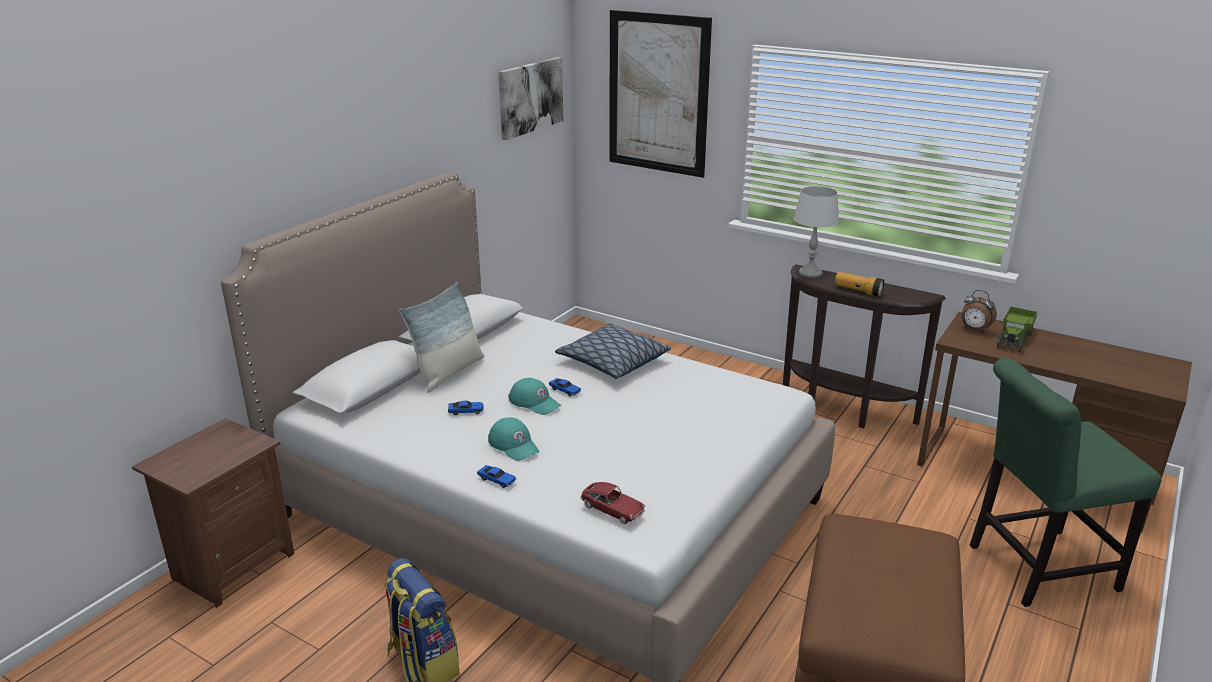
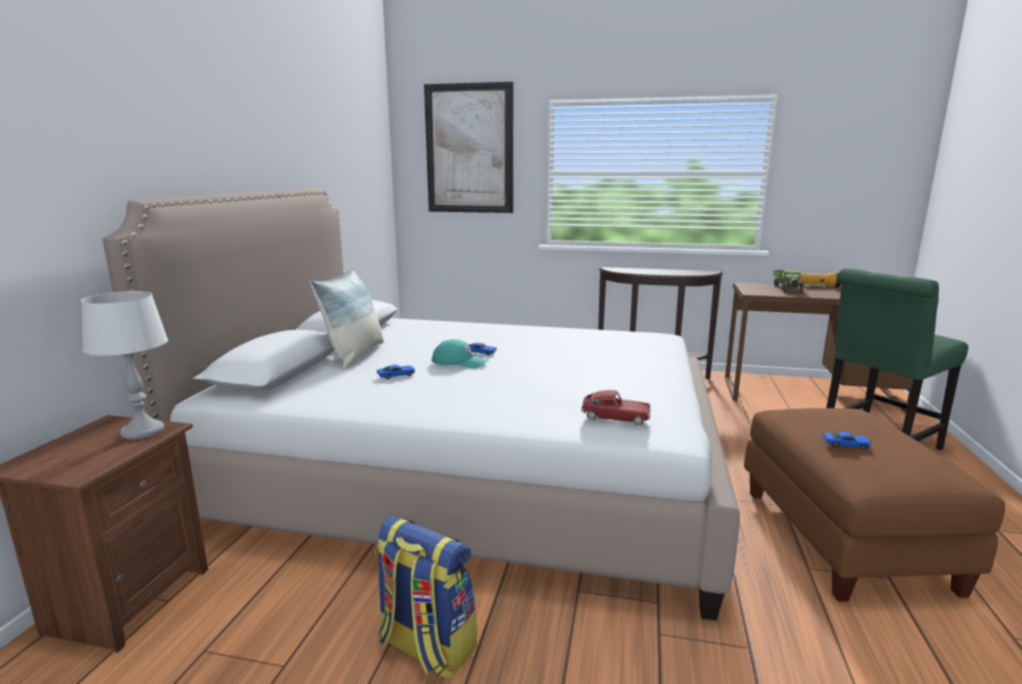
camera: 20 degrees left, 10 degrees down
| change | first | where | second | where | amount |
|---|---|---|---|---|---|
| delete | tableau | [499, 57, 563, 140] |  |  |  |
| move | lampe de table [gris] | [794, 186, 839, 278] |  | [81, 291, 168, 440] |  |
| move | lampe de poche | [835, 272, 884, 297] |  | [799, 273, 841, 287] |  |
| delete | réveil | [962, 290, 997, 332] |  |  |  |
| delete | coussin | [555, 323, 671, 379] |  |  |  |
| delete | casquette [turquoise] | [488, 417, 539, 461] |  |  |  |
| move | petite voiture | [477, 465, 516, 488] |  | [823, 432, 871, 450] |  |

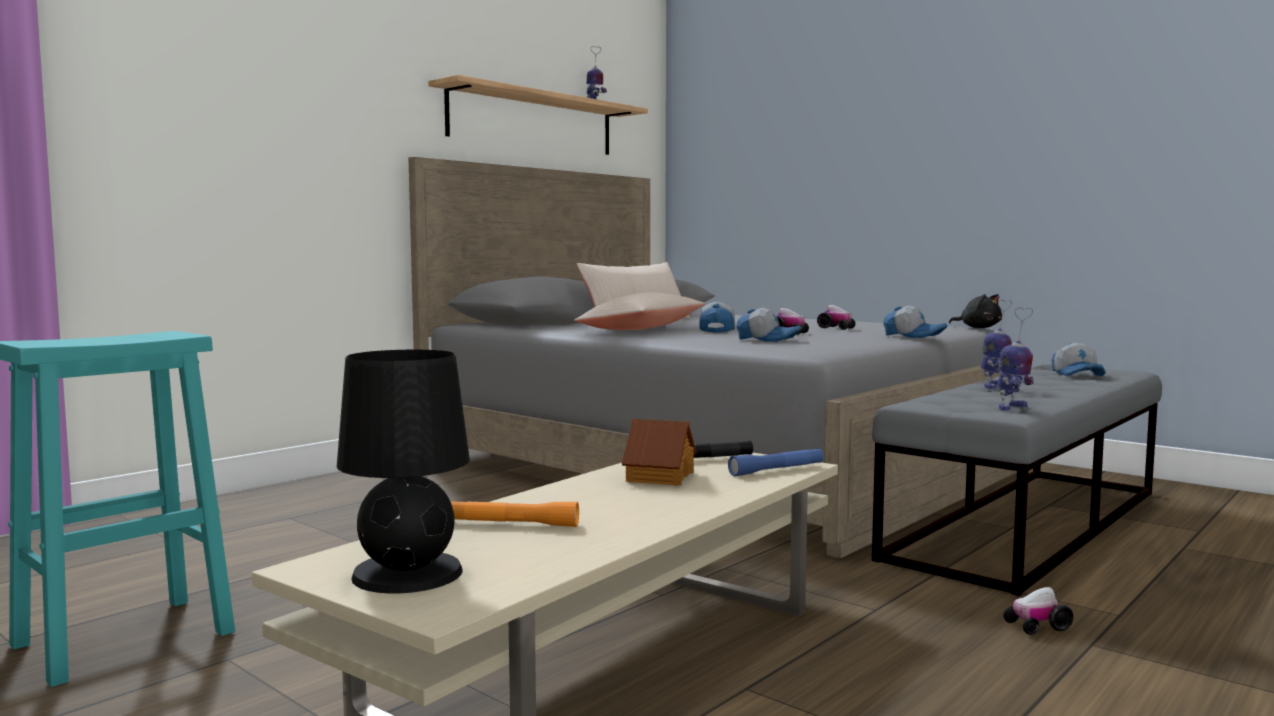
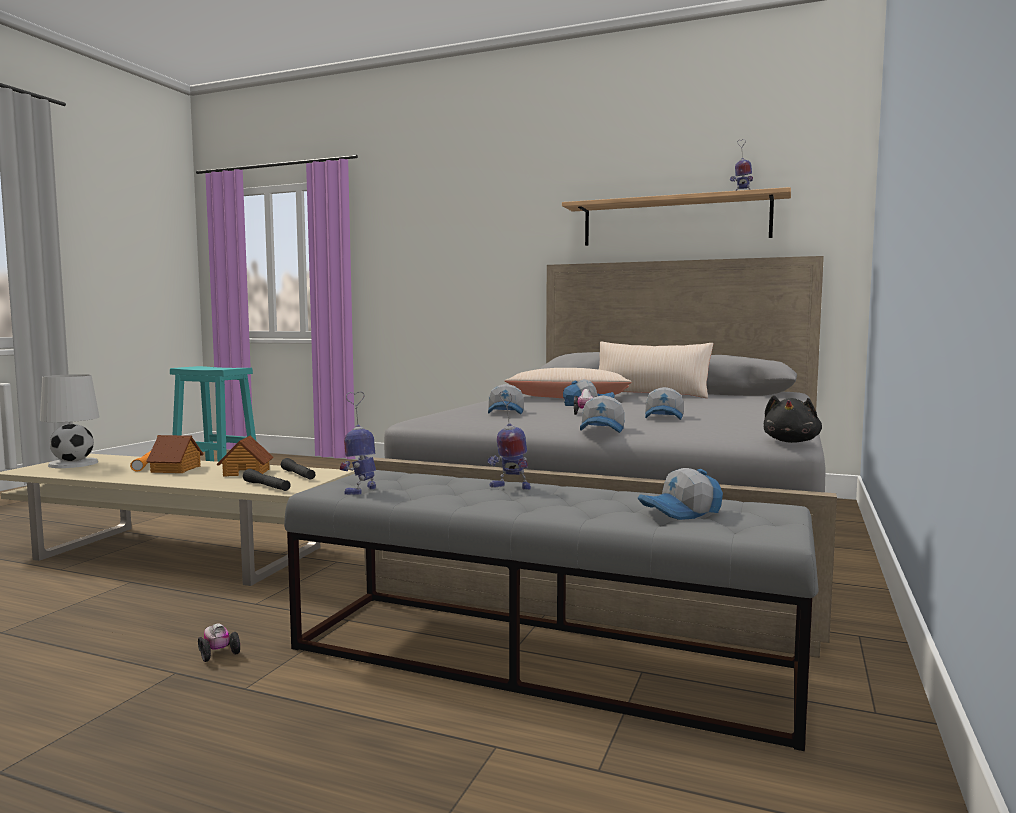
camera: 70 degrees right, 0 degrees up
| change | first | where | second | where | amount |
|---|---|---|---|---|---|
| replace | petite voiture | [817, 305, 855, 330] | casquette | [645, 387, 683, 420] |  |
| rotate | robot jouet | [997, 307, 1034, 411] |  | [340, 391, 376, 495] | 90 degrees clockwise |
| recolor | lampe de table [noir] | [337, 350, 470, 593] | lampe de table [blanc] | [40, 374, 99, 468] |  |
| recolor | lampe de poche [bleu] | [728, 448, 824, 476] | lampe de poche [noir] | [243, 469, 291, 491] |  |
| insert |  |  | maison miniature | [146, 435, 203, 473] |  |

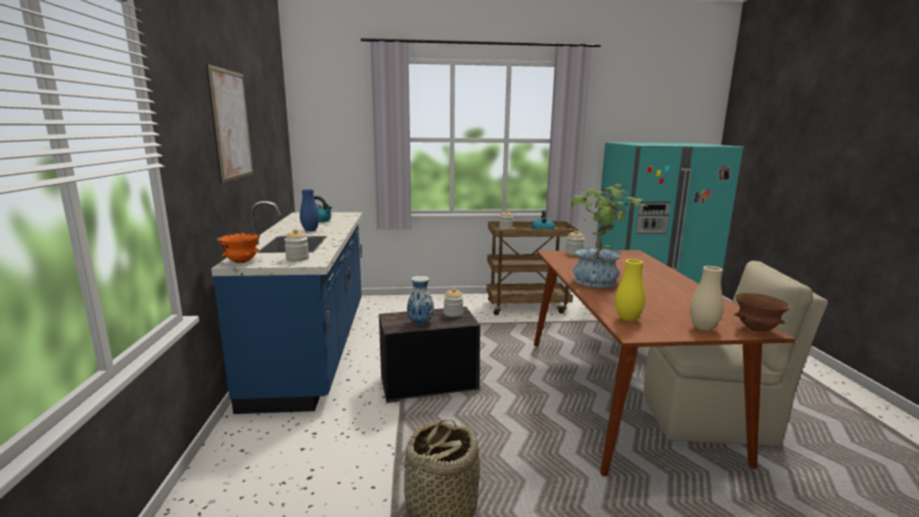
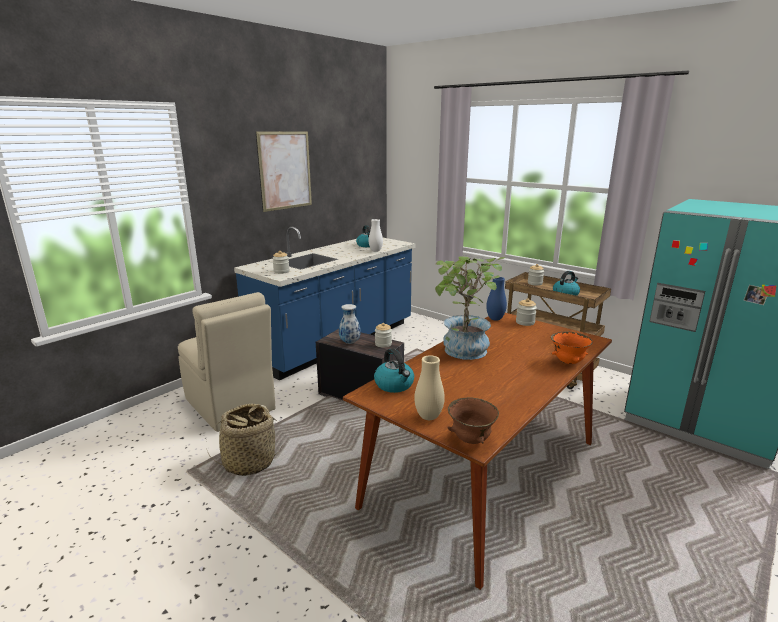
camera: 45 degrees right, 5 degrees up
| change | first | where | second | where | amount |
|---|---|---|---|---|---|
| move | vase [bleu] | [300, 189, 319, 231] |  | [486, 277, 507, 321] |  |
| move | bol [orange] | [216, 233, 260, 263] |  | [551, 331, 592, 364] |  |
| replace | vase [jaune] | [615, 259, 645, 321] | bouilloire | [374, 348, 414, 393] |  |
| move | chaise [beige] | [644, 261, 828, 446] |  | [178, 292, 275, 432] |  |
| insert |  |  | vase [blanc] | [368, 219, 383, 252] |  |

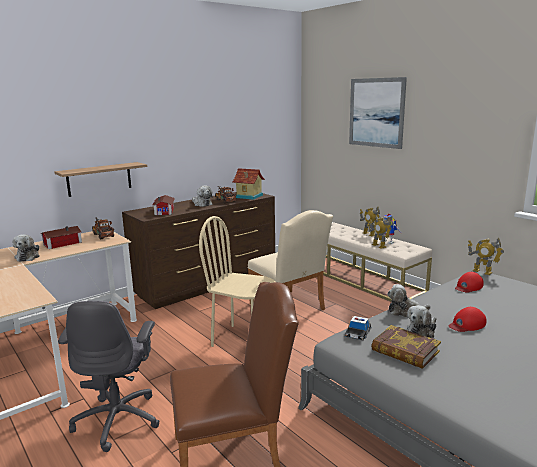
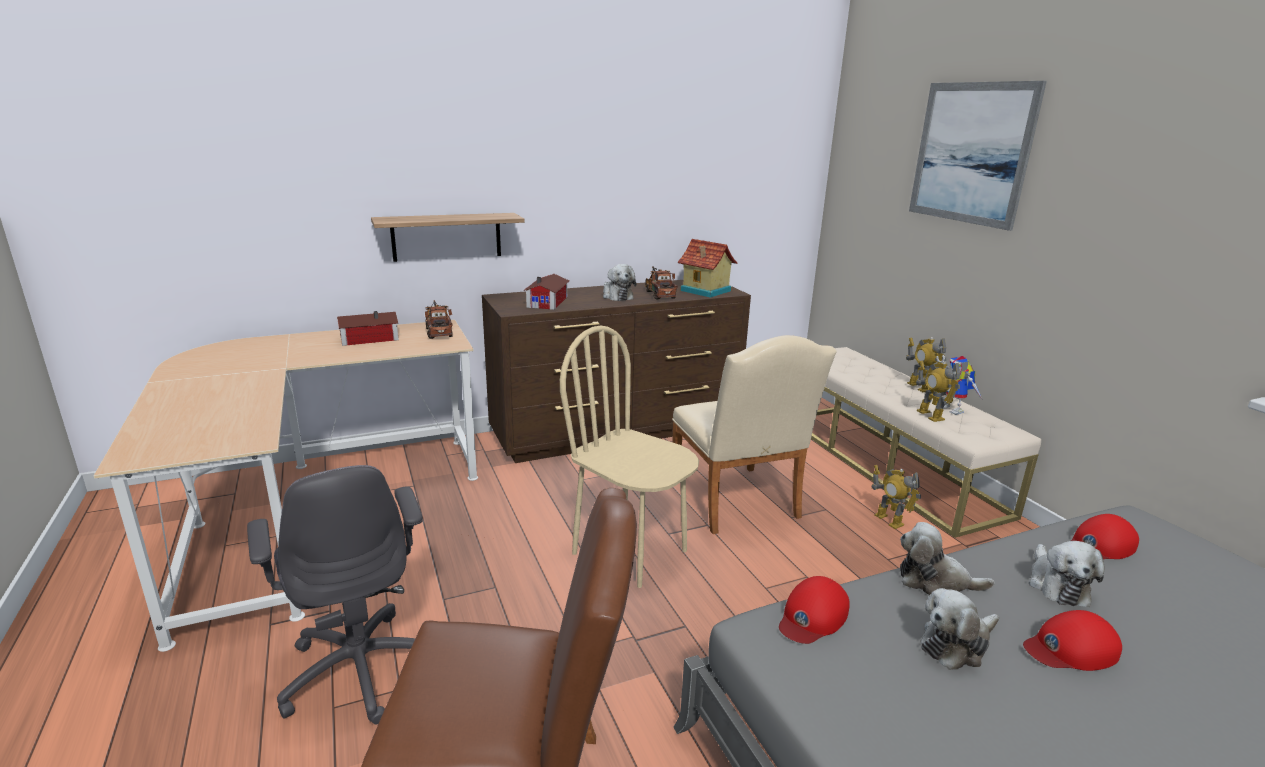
camera: 15 degrees right, 5 degrees up
| change | first | where | second | where | amount |
|---|---|---|---|---|---|
| move | peluche | [12, 234, 40, 262] |  | [1029, 541, 1104, 607] |  |
| move | robot jouet | [468, 238, 504, 275] |  | [872, 465, 921, 529] |  |
| rotate | chaise de bureau [gris] | [58, 301, 160, 452] |  | [247, 465, 423, 724] | 45 degrees counterclockwise |
| replace | petite voiture | [344, 316, 372, 341] | casquette [rouge] | [779, 576, 850, 644] |  |
| delete | livre | [371, 325, 441, 369] |  |  |  |

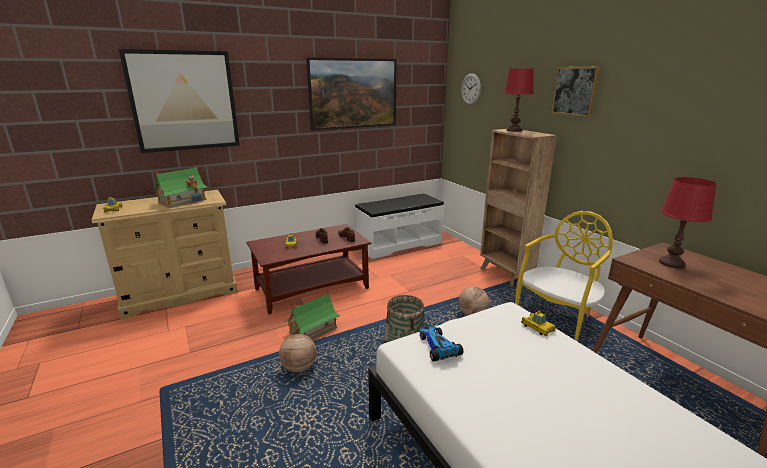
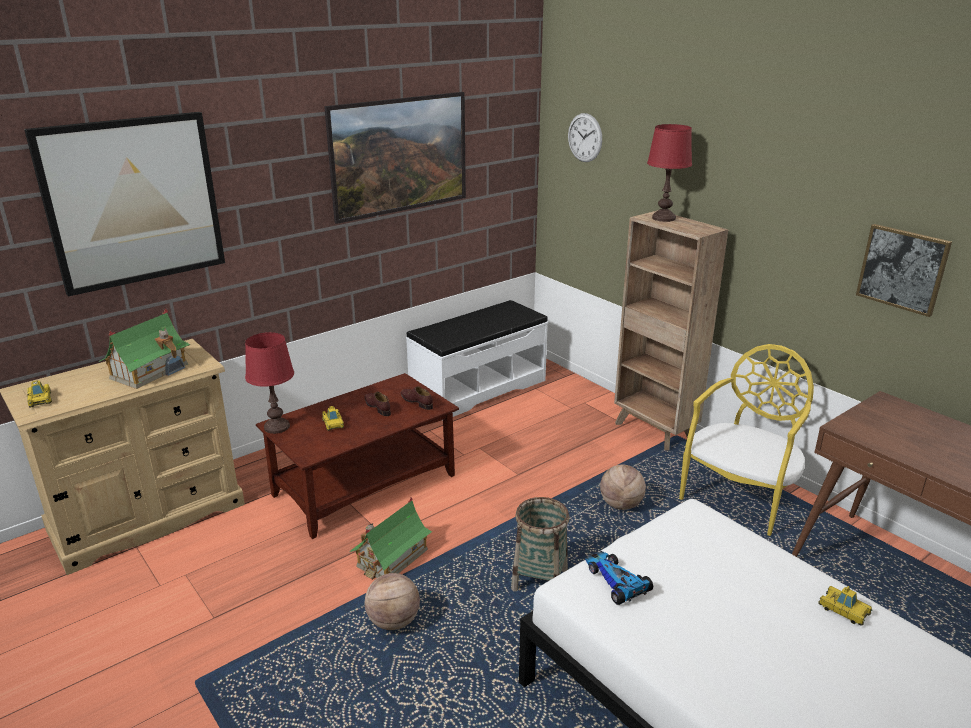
camera: 10 degrees left, 5 degrees up
| change | first | where | second | where | amount |
|---|---|---|---|---|---|
| move | tableau | [551, 67, 600, 117] |  | [856, 224, 952, 317] |  |
| move | lampe de table [rouge] | [659, 177, 717, 268] |  | [245, 332, 294, 434] |  |
| move | petite voiture | [521, 311, 556, 336] |  | [818, 586, 873, 625] |  |

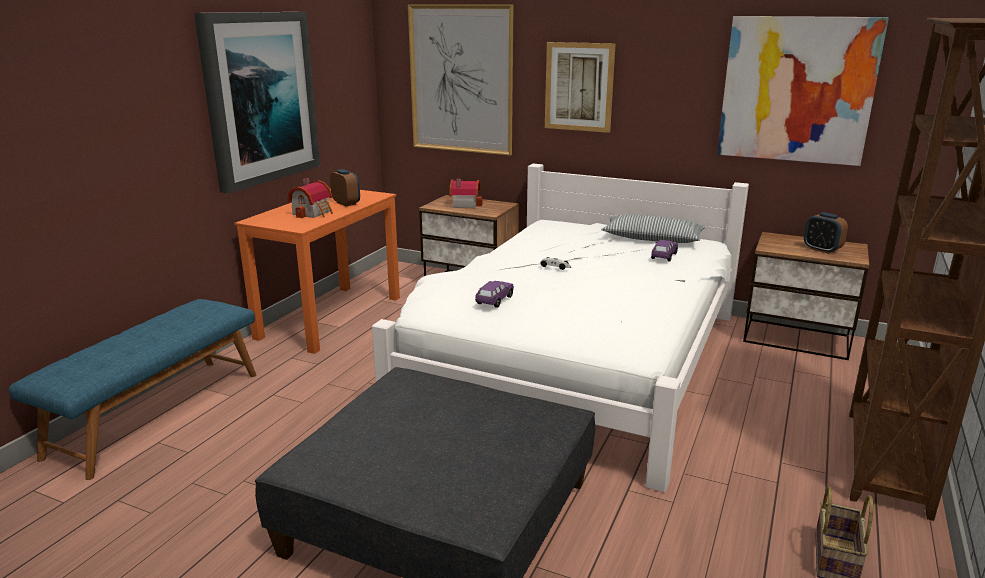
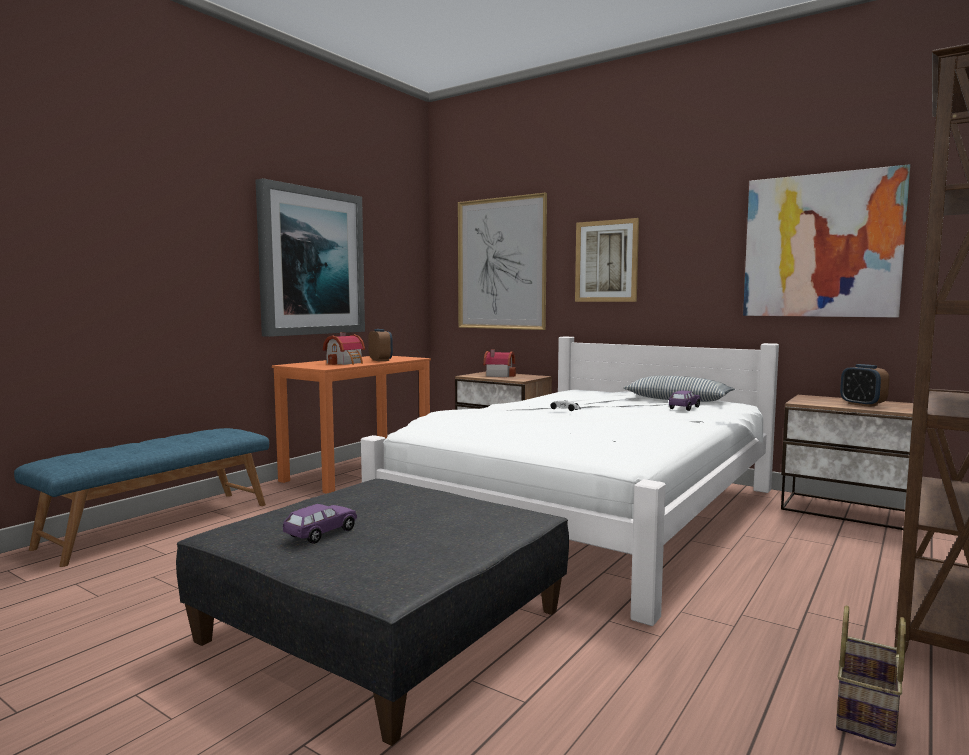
camera: 10 degrees right, 15 degrees down
| change | first | where | second | where | amount |
|---|---|---|---|---|---|
| move | petite voiture [violet] | [475, 281, 514, 308] |  | [283, 504, 357, 544] |  |

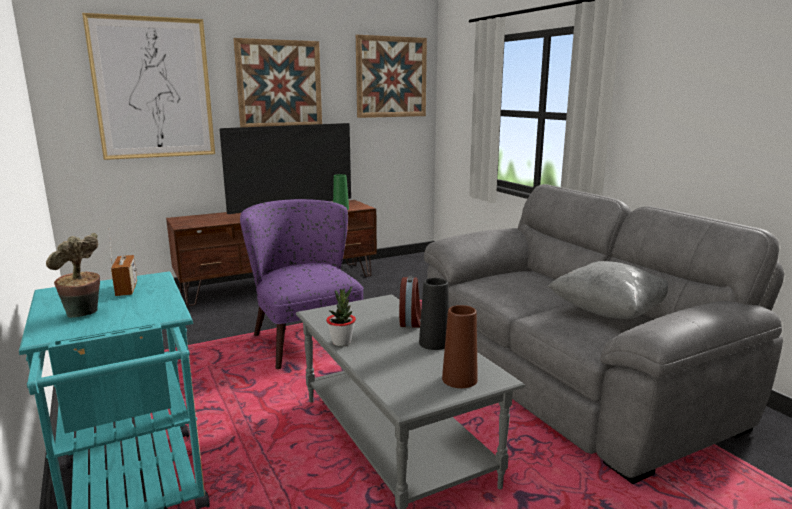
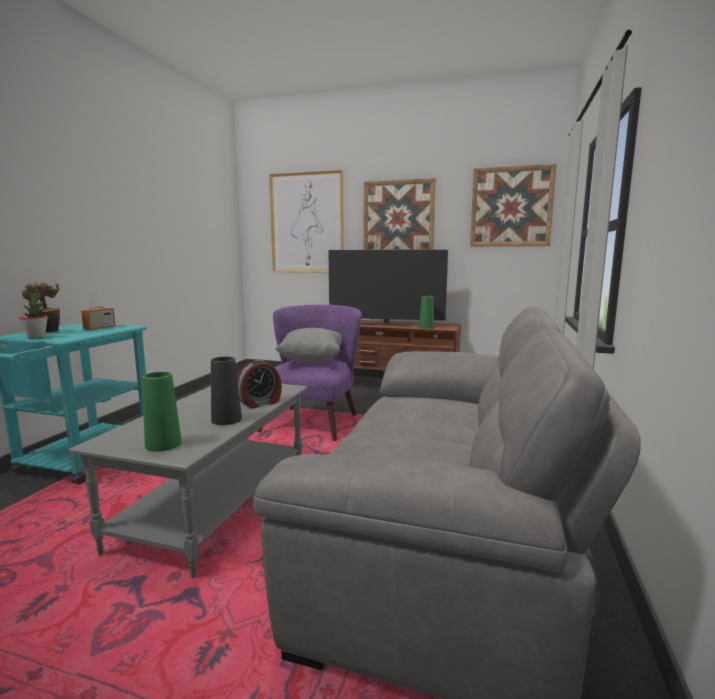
camera: 45 degrees right, 5 degrees down
| change | first | where | second | where | amount |
|---|---|---|---|---|---|
| move | coussin [gris] | [548, 261, 668, 319] |  | [275, 328, 342, 362] |  |
| move | plante en pot | [326, 287, 356, 346] |  | [19, 291, 48, 338] |  |
| recolor | vase [marron] | [442, 305, 478, 388] | vase [vert] | [142, 372, 182, 452] |  |

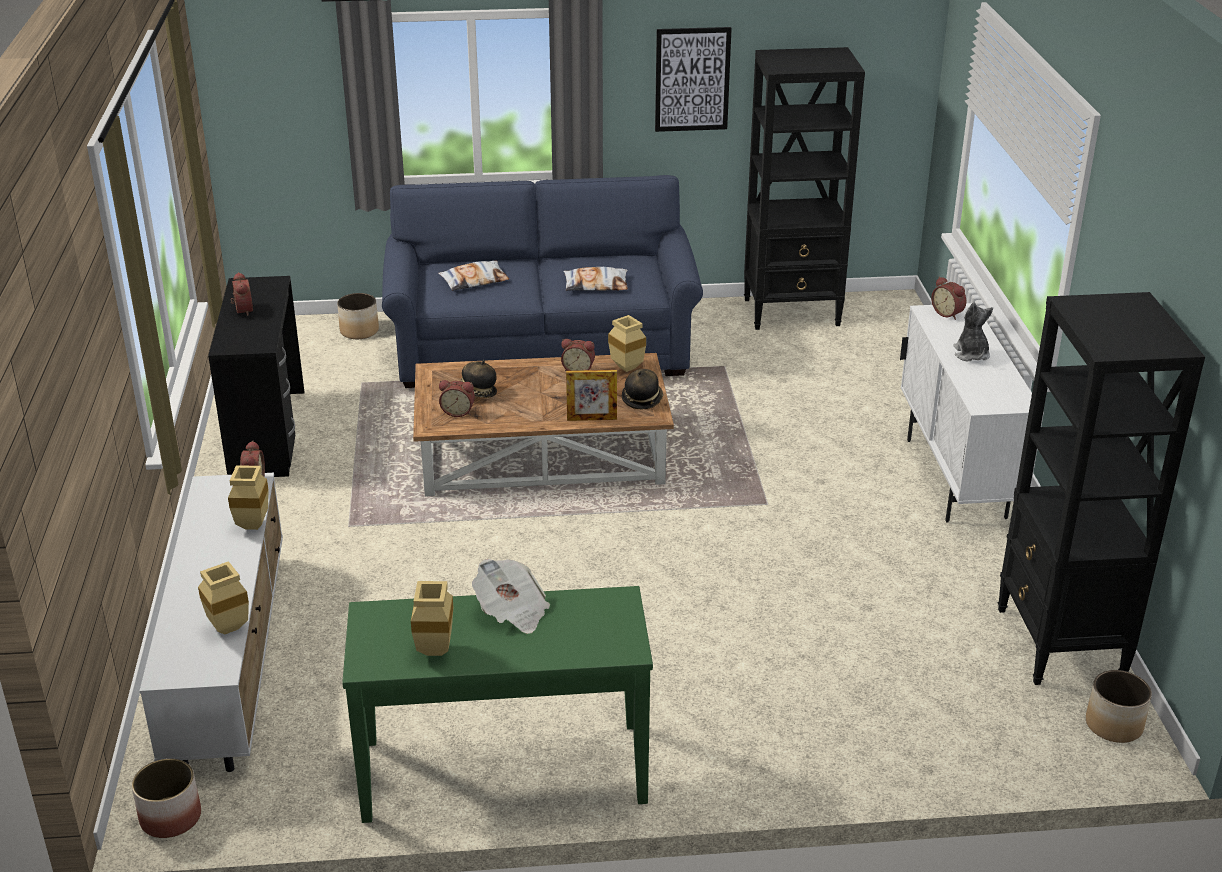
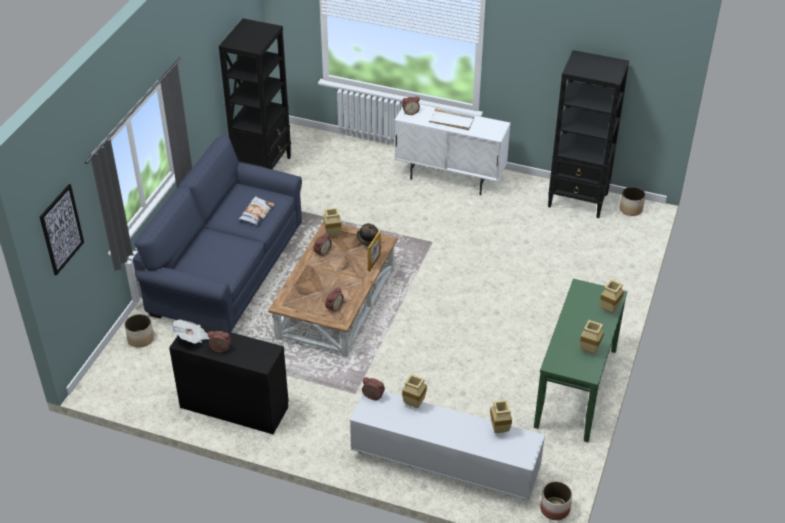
camera: 65 degrees left, 10 degrees up
| change | first | where | second | where | amount |
|---|---|---|---|---|---|
| move | tableau | [655, 27, 732, 132] |  | [40, 184, 84, 276] |  |
| delete | coussin | [438, 261, 509, 291] |  |  |  |
| replace | peluche | [953, 302, 993, 362] | plateau [blanc] | [429, 108, 474, 130] |  |
| delete | chapeau | [461, 360, 497, 398] |  |  |  |
| move | journal | [472, 559, 550, 634] |  | [171, 320, 210, 344] |  |
| insert |  |  | vase [beige] | [600, 279, 624, 313] |  |

